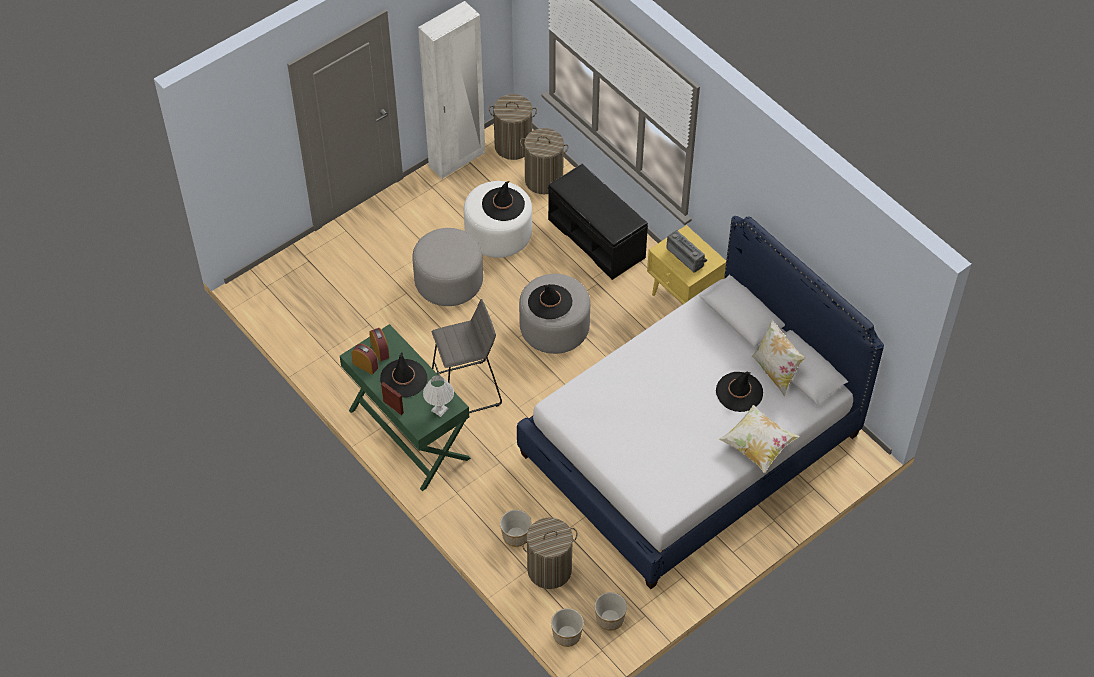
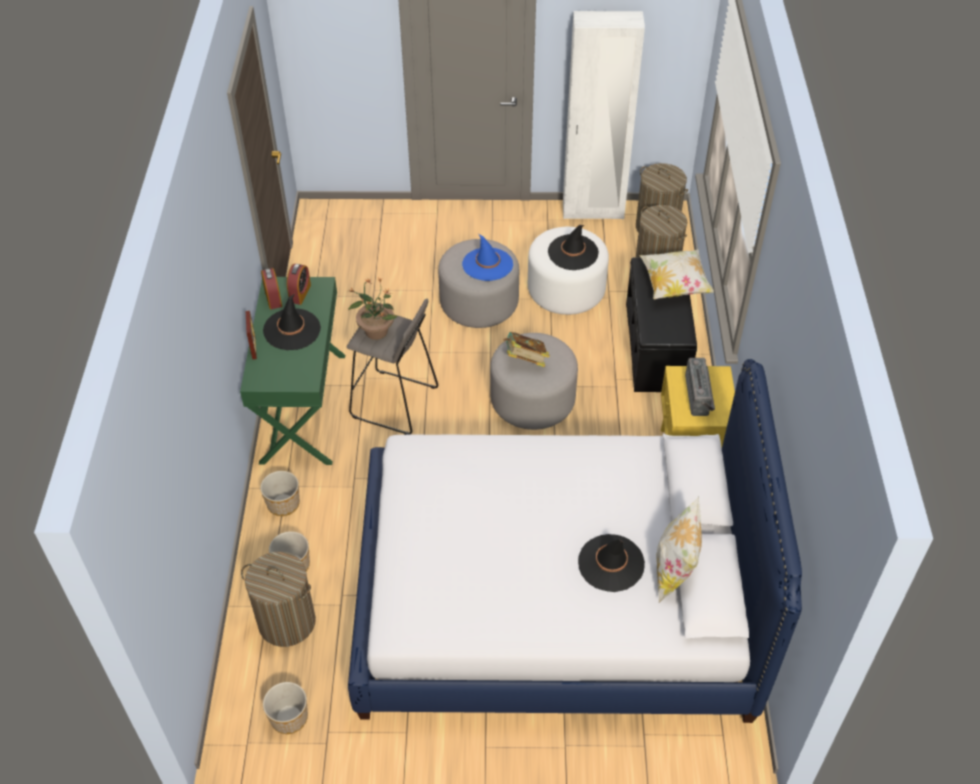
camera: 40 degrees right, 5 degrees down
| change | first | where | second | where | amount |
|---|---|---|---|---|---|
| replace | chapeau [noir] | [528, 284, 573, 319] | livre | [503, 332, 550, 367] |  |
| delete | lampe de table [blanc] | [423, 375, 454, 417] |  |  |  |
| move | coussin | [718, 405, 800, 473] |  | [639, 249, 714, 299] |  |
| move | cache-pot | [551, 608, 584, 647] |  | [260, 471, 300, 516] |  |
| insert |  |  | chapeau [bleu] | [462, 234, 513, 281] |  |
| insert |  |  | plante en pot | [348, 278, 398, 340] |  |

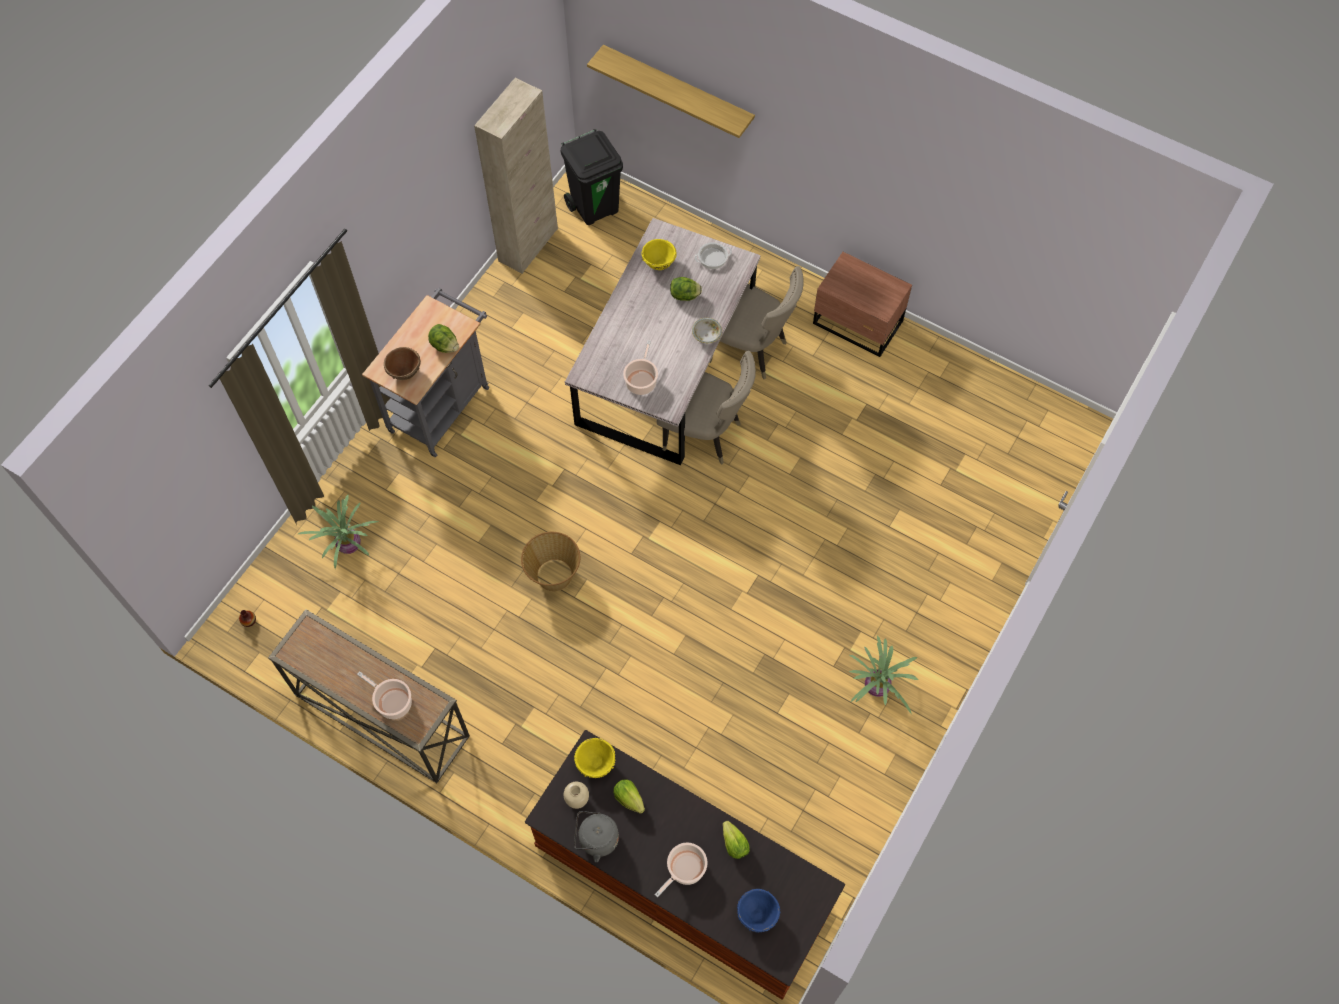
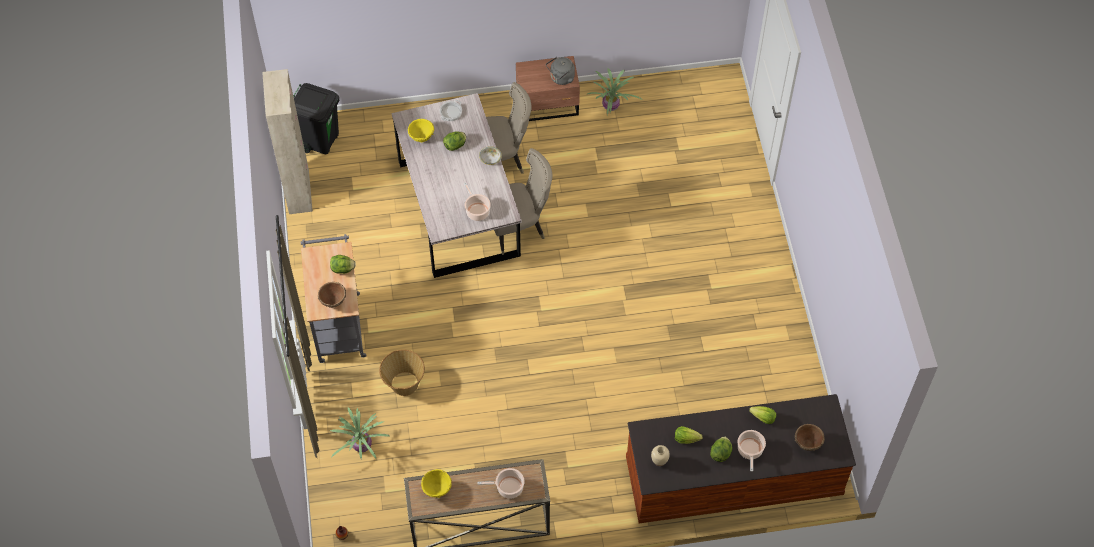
camera: 40 degrees left, 5 degrees down
| change | first | where | second | where | amount |
|---|---|---|---|---|---|
| delete | étagère | [587, 45, 755, 138] |  |  |  |
| move | panier | [521, 532, 580, 591] |  | [379, 350, 425, 396] |  |
| move | plante en pot | [849, 635, 919, 714] |  | [586, 68, 642, 115] |  |
| move | bol [jaune] | [574, 738, 615, 778] |  | [421, 469, 452, 498] |  |
| move | bouilloire [gris] | [574, 811, 619, 862] |  | [546, 57, 575, 85] |  |
| recolor | bol [bleu] | [737, 889, 780, 933] | bol [marron] | [795, 424, 825, 451] |  |
| insert |  |  | laitue | [710, 436, 733, 462] |  |

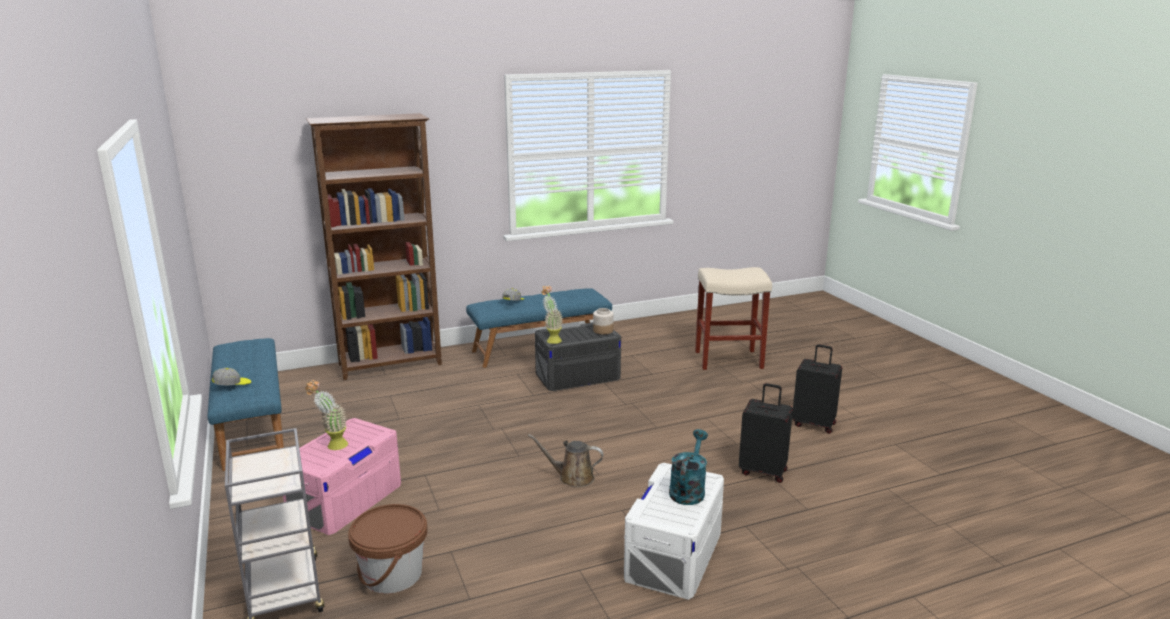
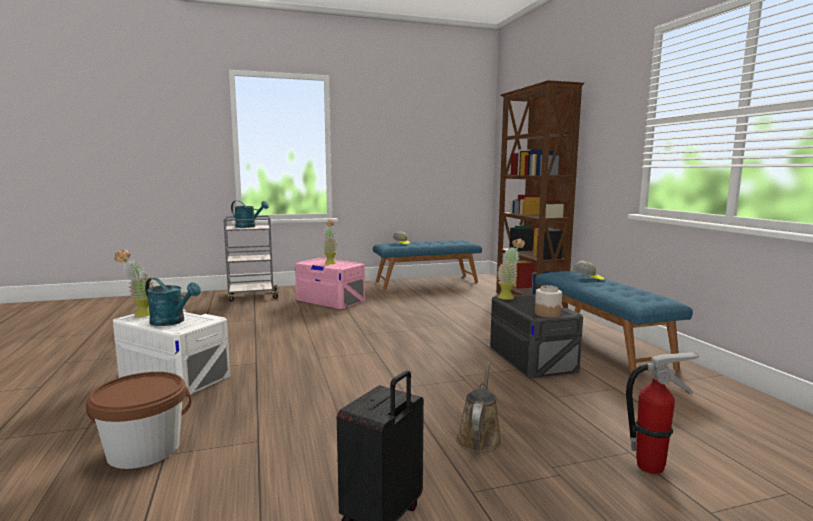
camera: 95 degrees right, 10 degrees down
| change | first | where | second | where | amount |
|---|---|---|---|---|---|
| replace | tabouret [beige] | [695, 267, 772, 370] | extincteur | [626, 352, 699, 474] |  |
| delete | valise [noir] | [738, 383, 793, 483] |  |  |  |
| move | arrosoir [marron] | [528, 434, 604, 488] |  | [456, 362, 502, 452] |  |
| move | seau [marron] | [348, 504, 428, 594] |  | [86, 372, 191, 469] |  |
| insert |  |  | arrosoir [turquoise] | [231, 201, 269, 228] |  |
| insert |  |  | plante en pot | [114, 250, 154, 317] |  |

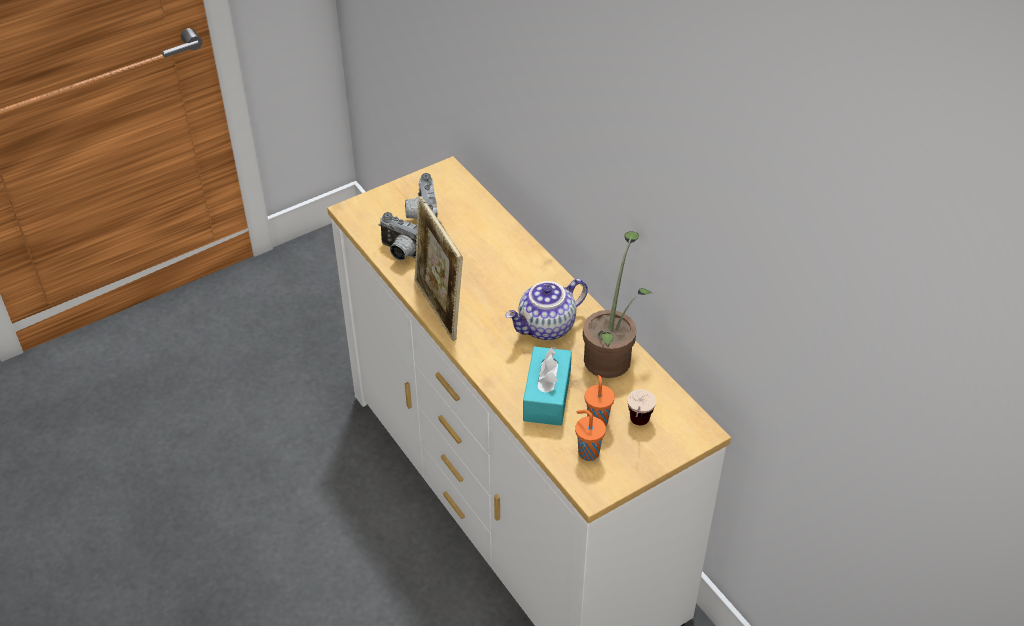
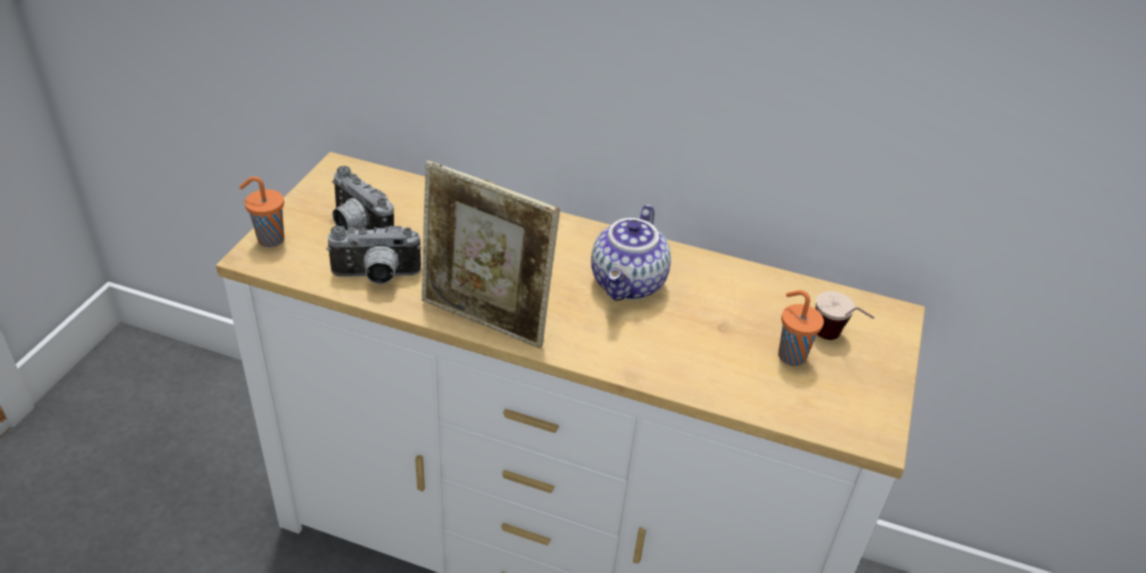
camera: 40 degrees left, 5 degrees down
| change | first | where | second | where | amount |
|---|---|---|---|---|---|
| delete | plante en pot | [583, 231, 652, 378] |  |  |  |
| delete | boîte à mouchoirs [turquoise] | [523, 346, 572, 426] |  |  |  |
| move | tasse [orange] | [575, 410, 606, 461] |  | [239, 176, 284, 247] |  |

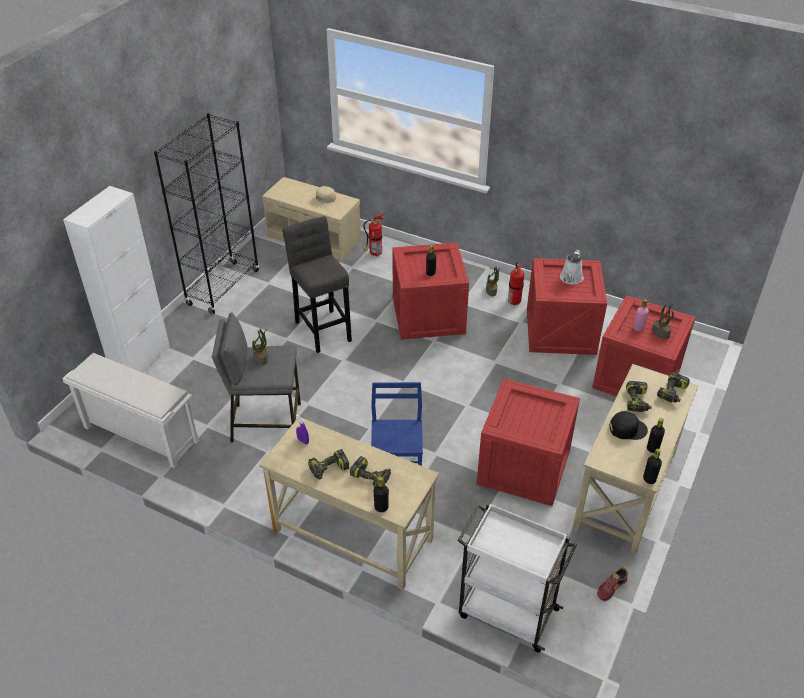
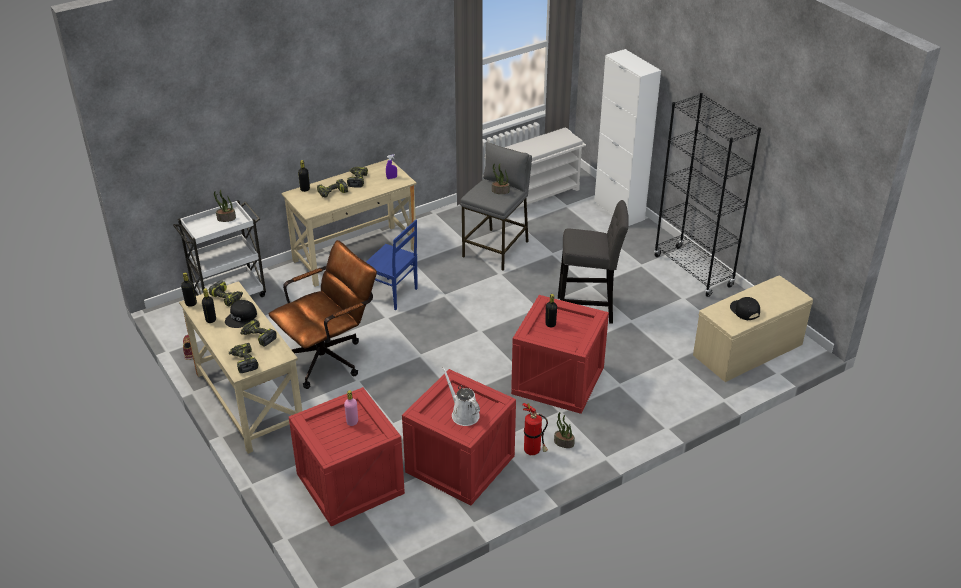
camera: 120 degrees right, 5 degrees down
| change | first | where | second | where | amount |
|---|---|---|---|---|---|
| recolor | casquette [beige] | [312, 186, 336, 207] | casquette [noir] | [730, 297, 760, 320] |  |
| delete | extincteur | [363, 211, 385, 256] |  |  |  |
| move | plante en pot | [652, 303, 674, 339] |  | [214, 190, 236, 222] |  |
| replace | caisse | [477, 379, 580, 506] | chaise de bureau [marron] | [269, 240, 377, 389] |  |
| insert |  |  | perceuse | [209, 280, 243, 307] |  |

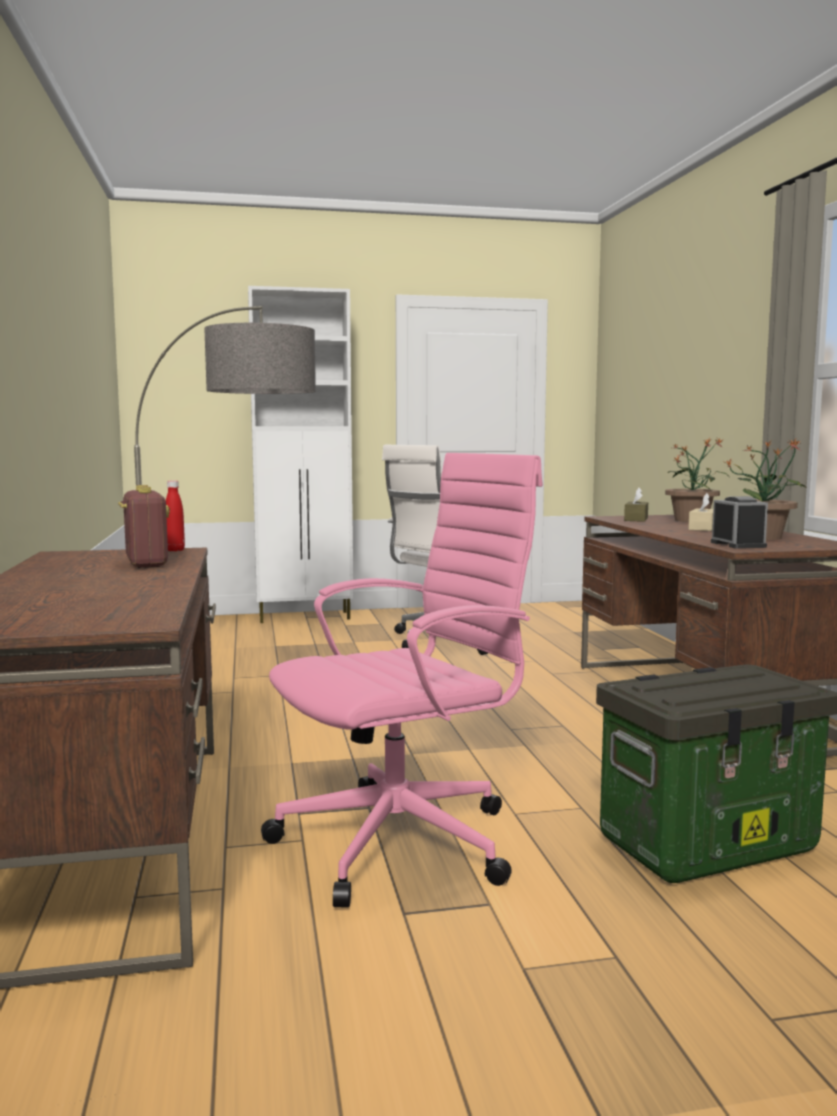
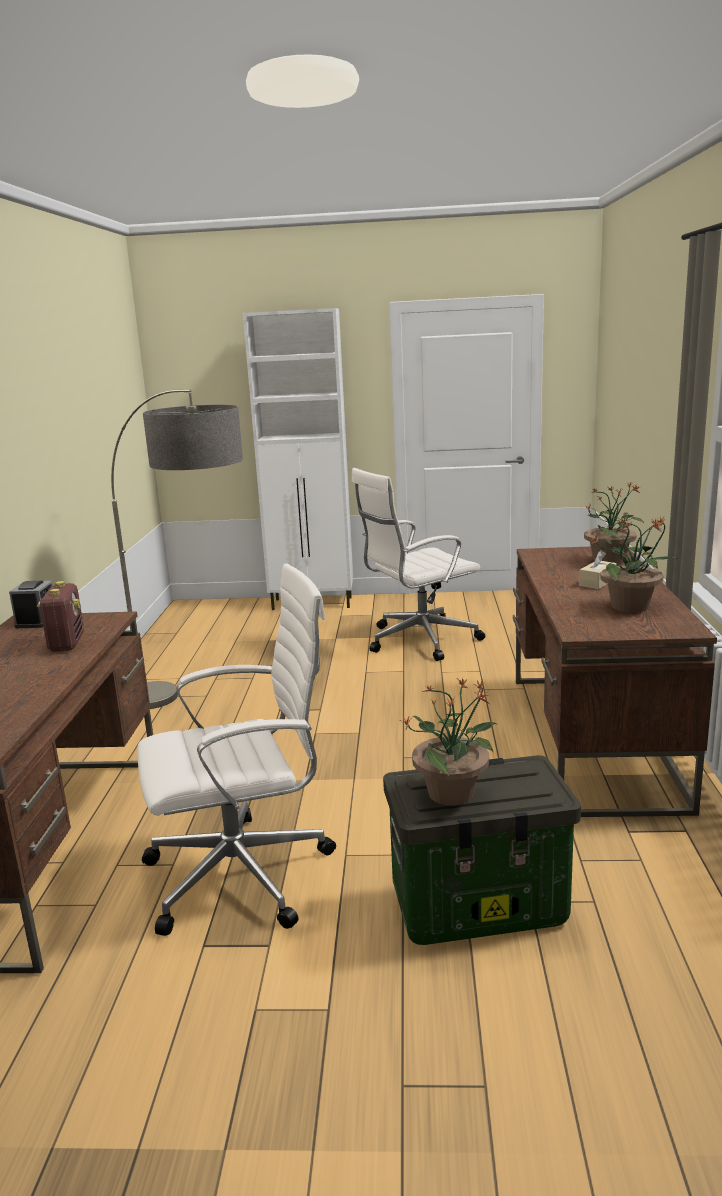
camera: 15 degrees right, 10 degrees up
| change | first | where | second | where | amount |
|---|---|---|---|---|---|
| recolor | chaise de bureau [rose] | [261, 453, 543, 907] | chaise de bureau [blanc] | [137, 563, 336, 936] |  |
| delete | bouteille [rouge] | [166, 481, 185, 551] |  |  |  |
| delete | boîte à mouchoirs [marron] | [624, 488, 648, 522] |  |  |  |
| move | réveil | [711, 496, 768, 549] |  | [9, 581, 53, 628] |  |
| insert |  |  | plante en pot | [400, 678, 496, 806] |  |

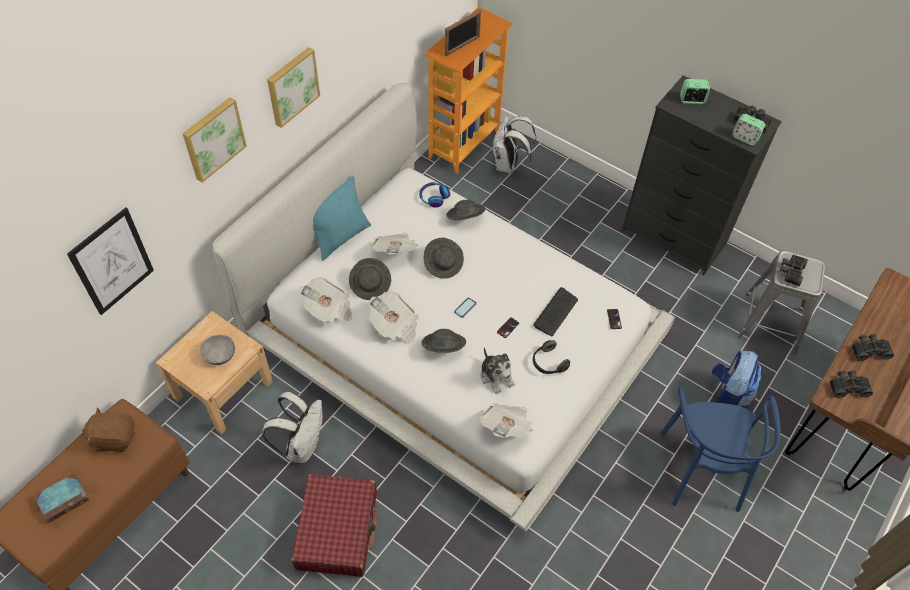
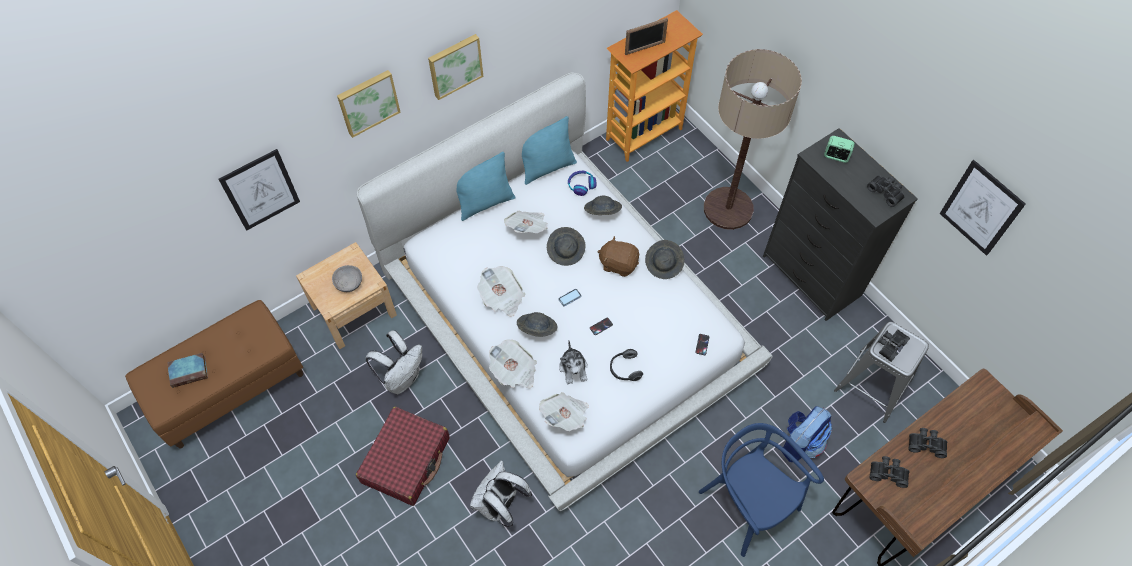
camera: 20 degrees right, 5 degrees up
| change | first | where | second | where | amount |
|---|---|---|---|---|---|
| delete | réveil | [732, 114, 765, 145] |  |  |  |
| move | sac à dos [blanc] | [492, 116, 536, 173] |  | [470, 460, 532, 528] |  |
| move | chapeau [gris] | [349, 258, 391, 300] |  | [645, 240, 685, 279] |  |
| move | journal | [300, 278, 352, 323] |  | [489, 340, 537, 388] |  |
| delete | clavier | [533, 287, 578, 337] |  |  |  |
| rotate | chaise [bleu] | [660, 387, 781, 512] |  | [699, 423, 824, 557] | 120 degrees clockwise |
| move | peluche [marron] | [82, 407, 135, 452] |  | [598, 236, 639, 277] |  |
| insert |  |  | lampadaire | [704, 49, 802, 230] |  |
| insert |  |  | coussin [turquoise] | [522, 116, 577, 185] |  |
| insert |  |  | tableau | [940, 160, 1026, 256] |  |

